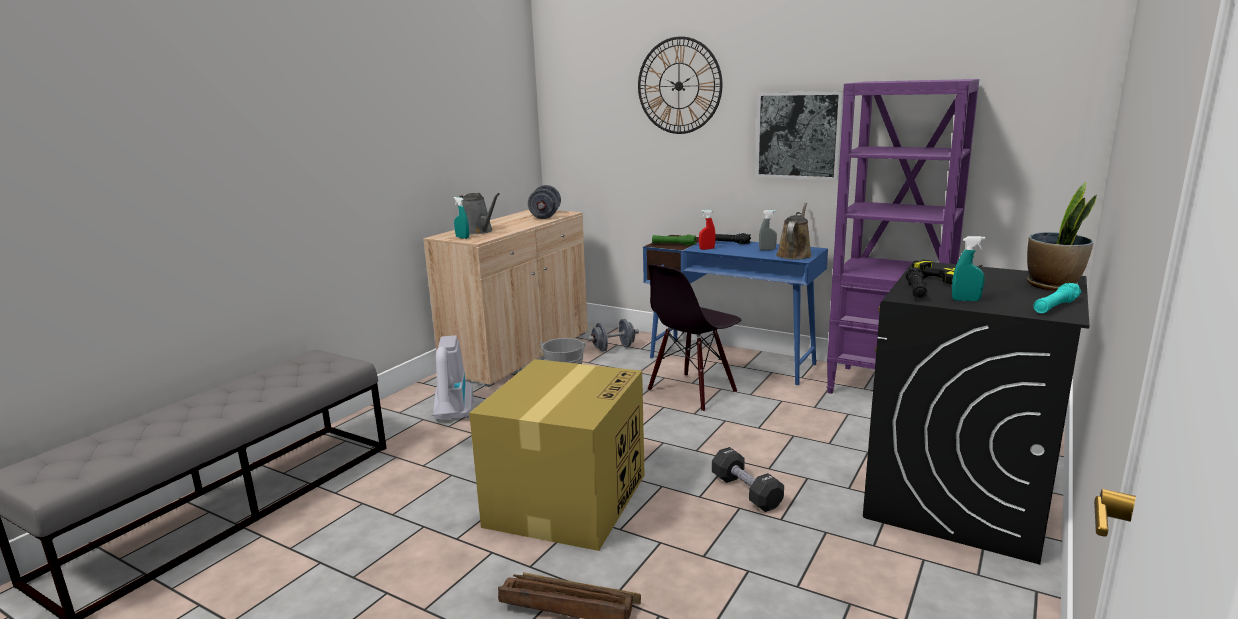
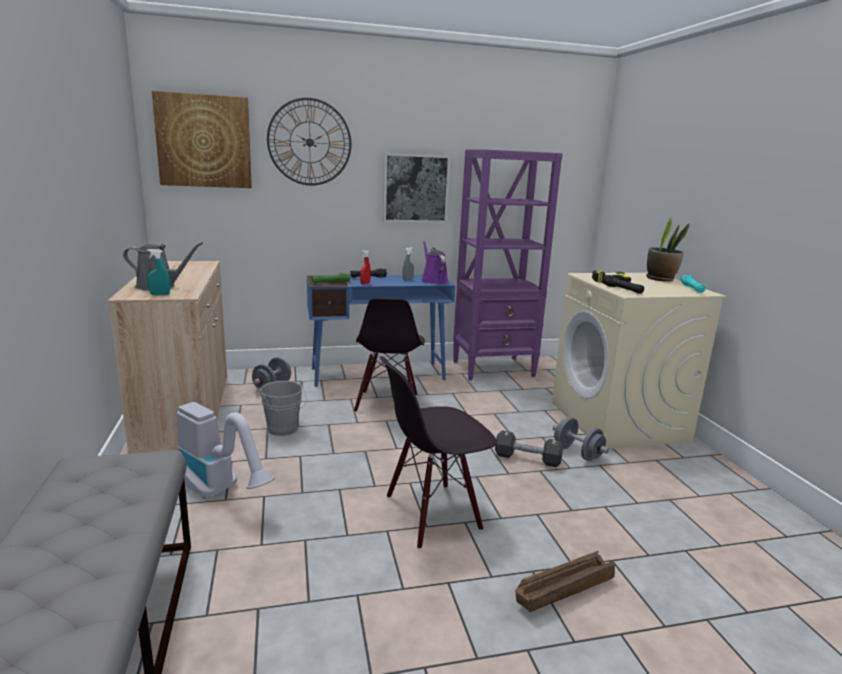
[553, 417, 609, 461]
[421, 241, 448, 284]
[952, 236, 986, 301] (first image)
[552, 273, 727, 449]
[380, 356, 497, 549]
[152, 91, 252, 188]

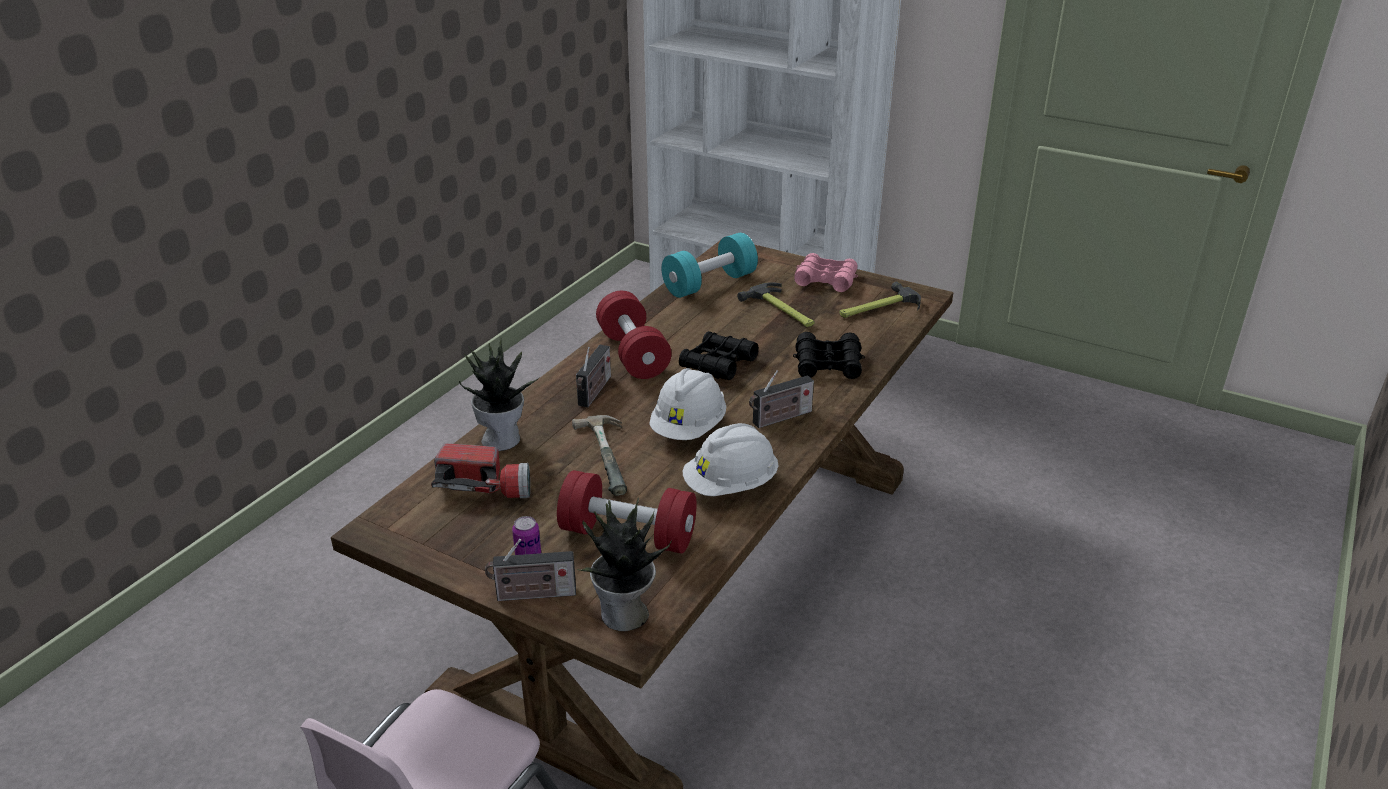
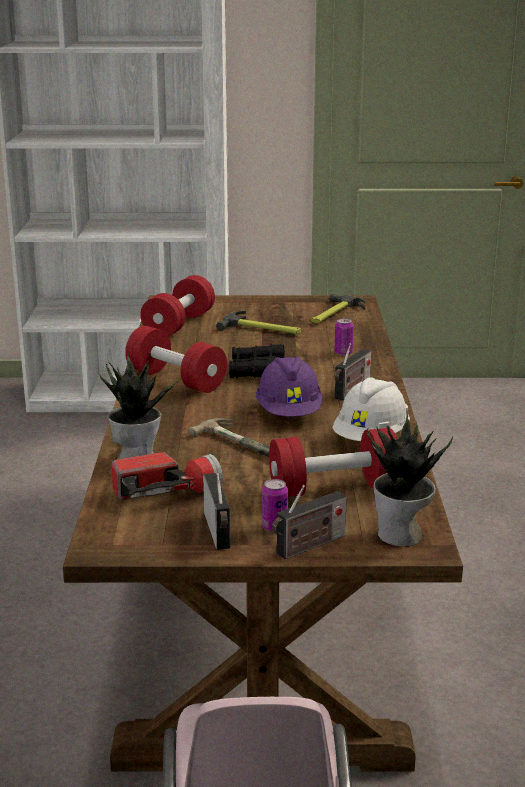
[140, 275, 215, 336]
[794, 253, 858, 292] (first image)
[335, 318, 353, 356]
[203, 473, 231, 550]
[256, 356, 322, 417]

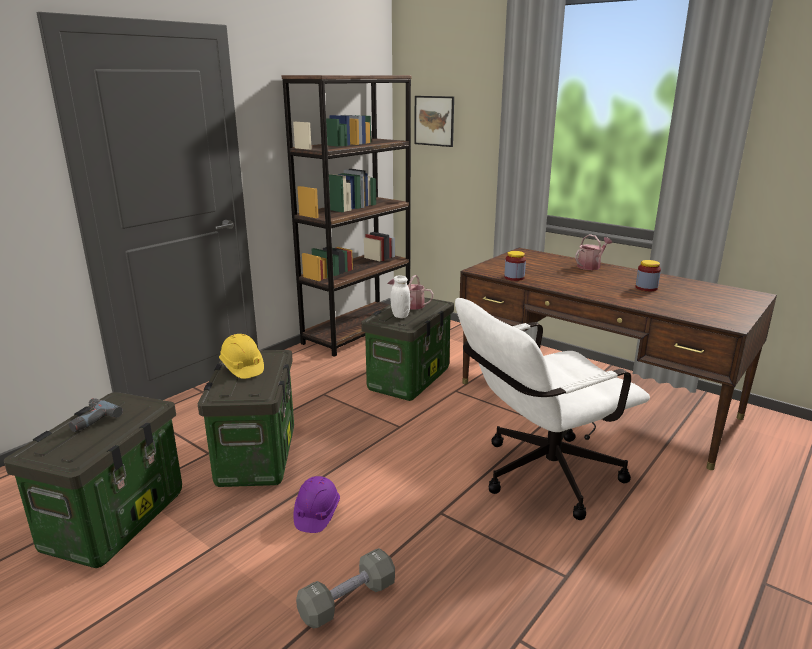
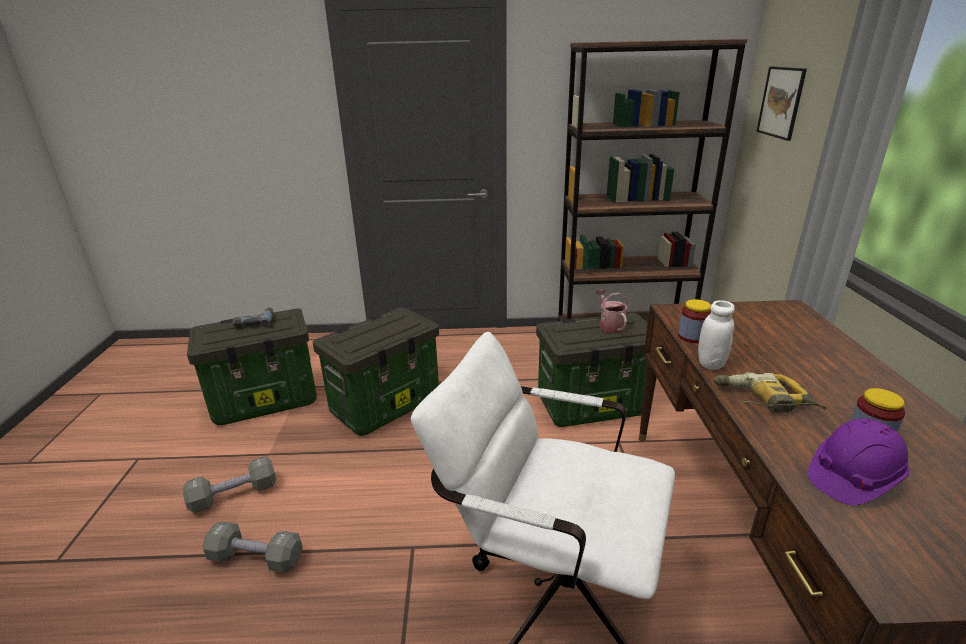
[575, 234, 612, 270] (first image)
[698, 300, 735, 370]
[219, 334, 264, 379] (first image)
[808, 419, 910, 505]
[714, 373, 827, 414]
[183, 456, 276, 513]

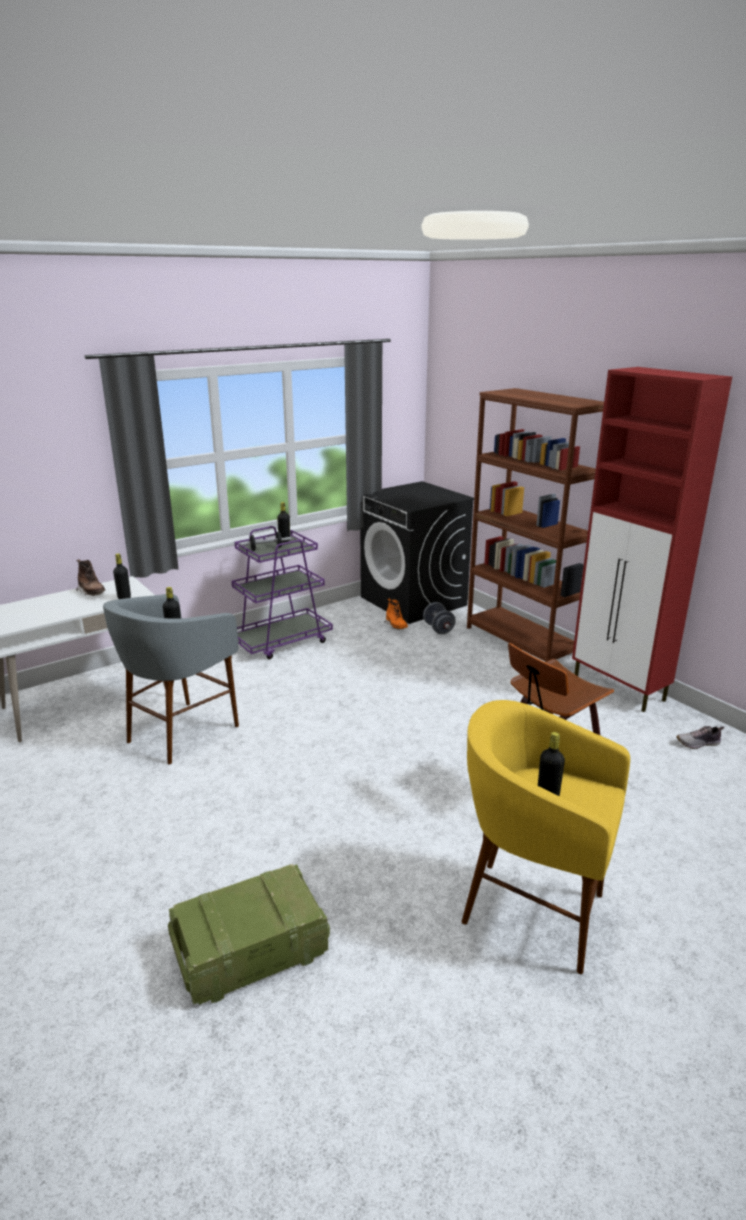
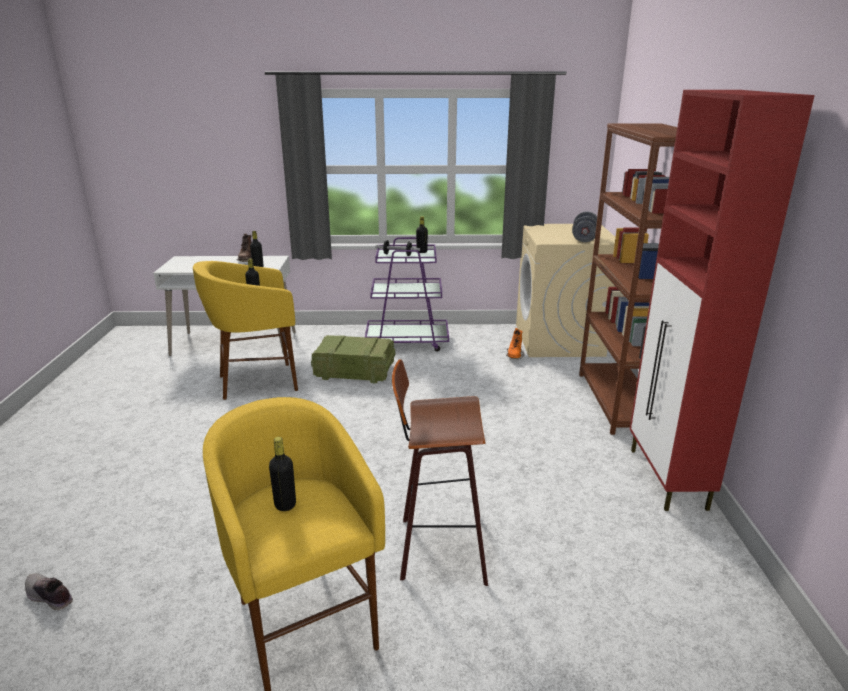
[516, 224, 616, 357]
[193, 261, 298, 400]
[572, 211, 597, 242]
[25, 573, 73, 610]
[311, 335, 395, 383]

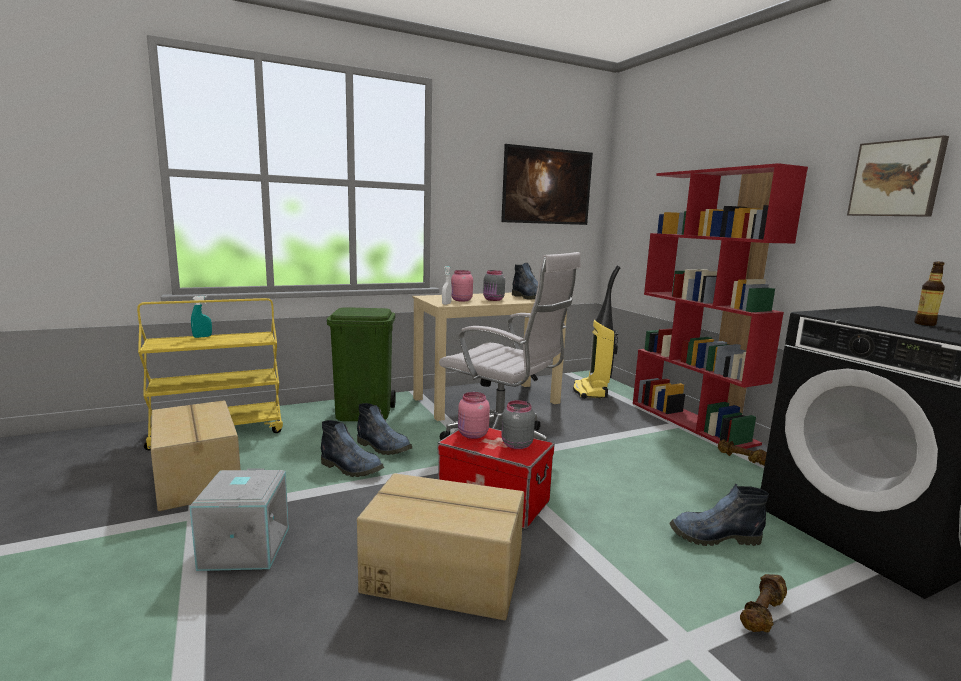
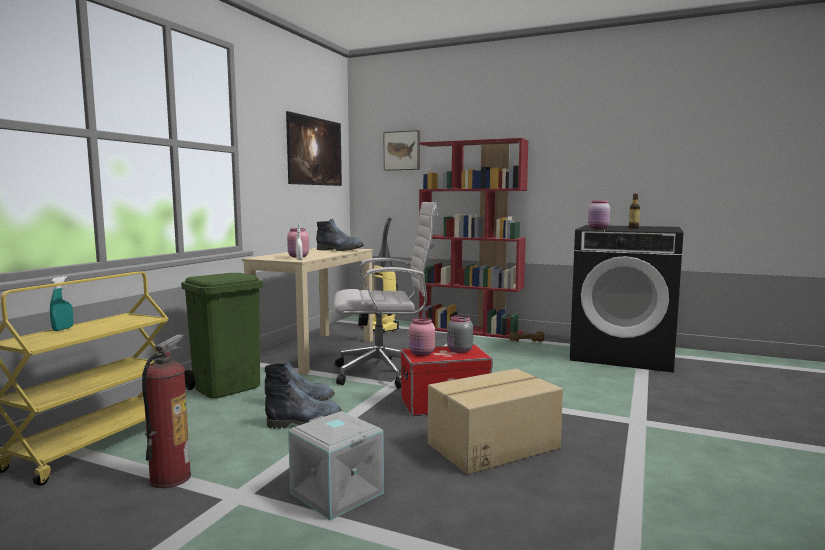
[384, 130, 420, 170]
[483, 270, 505, 301] (first image)
[142, 334, 191, 488]
[670, 484, 769, 546] (first image)
[740, 574, 787, 633] (first image)
[588, 200, 610, 229]

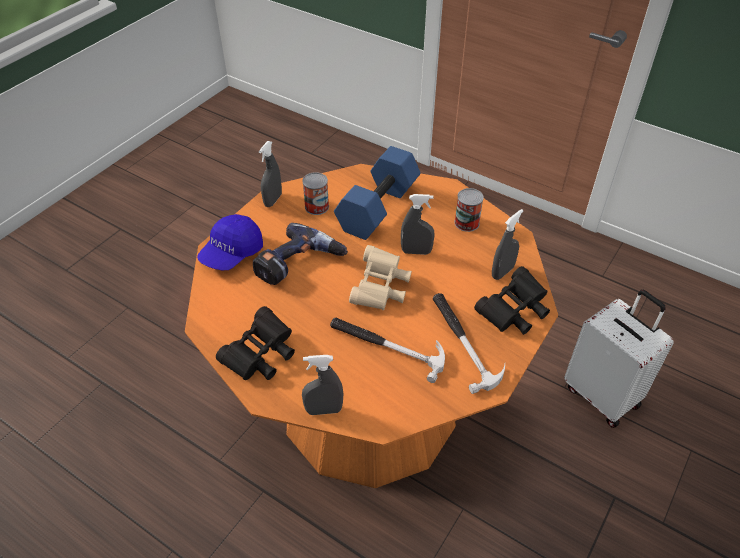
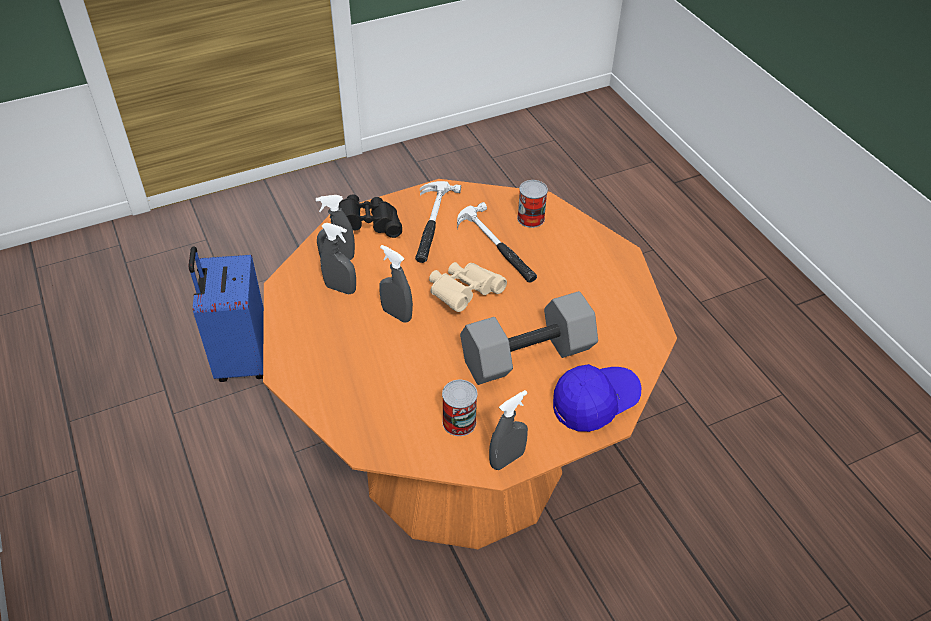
[334, 146, 421, 240] (first image)
[517, 180, 548, 228]
[460, 291, 598, 385]
[189, 246, 264, 382]
[216, 306, 295, 380] (first image)
[320, 223, 356, 294]

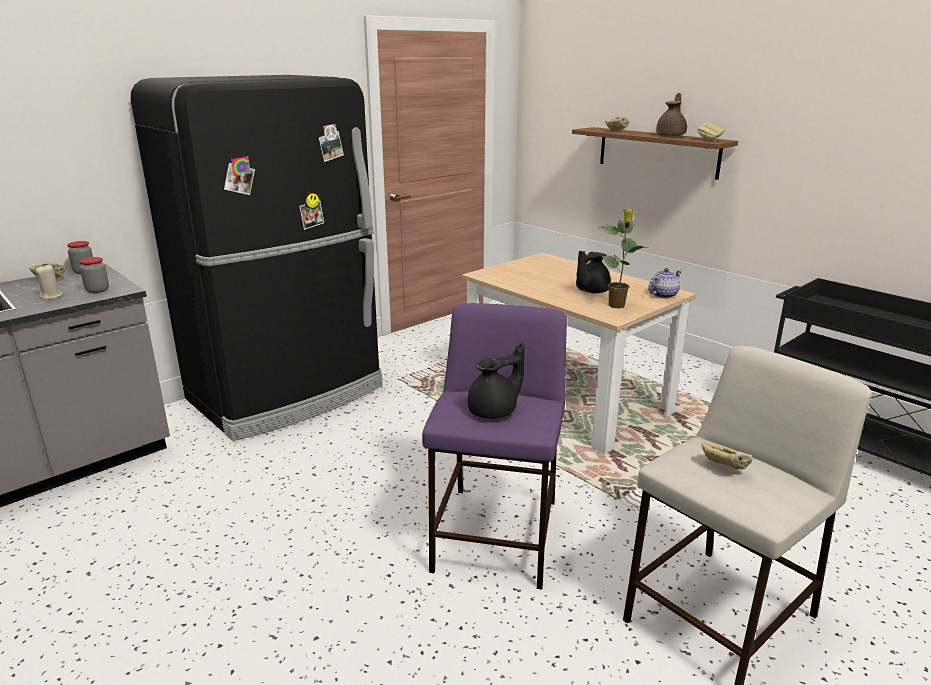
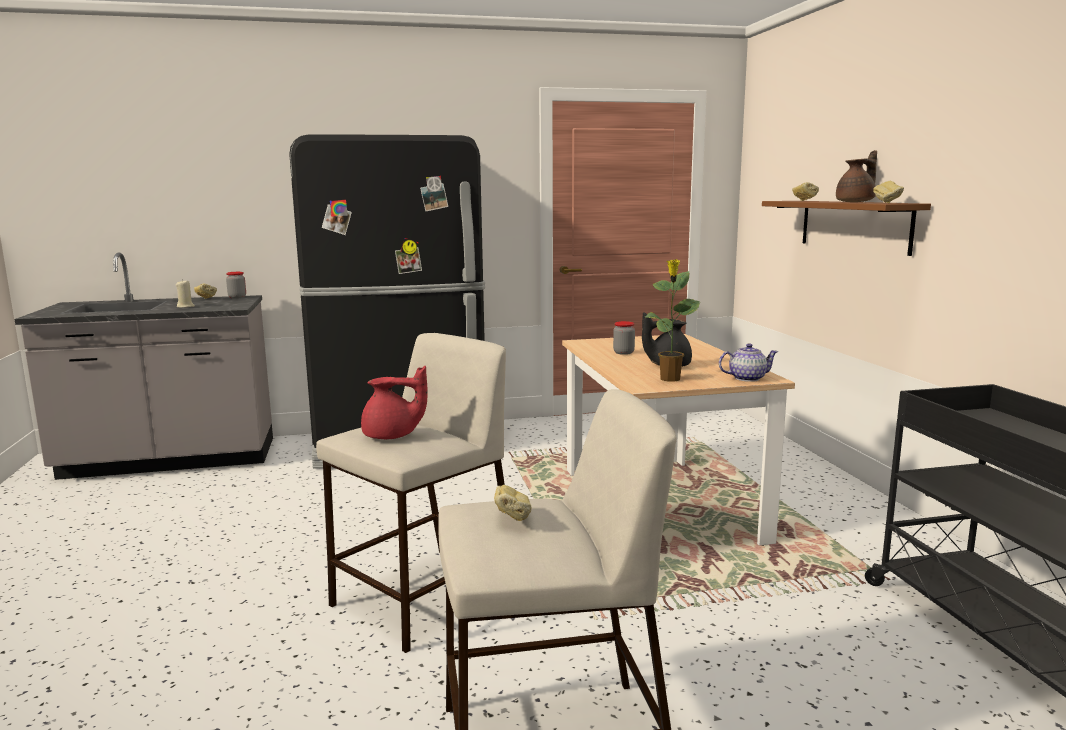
[613, 321, 635, 355]
[316, 333, 506, 653]
[361, 366, 428, 439]

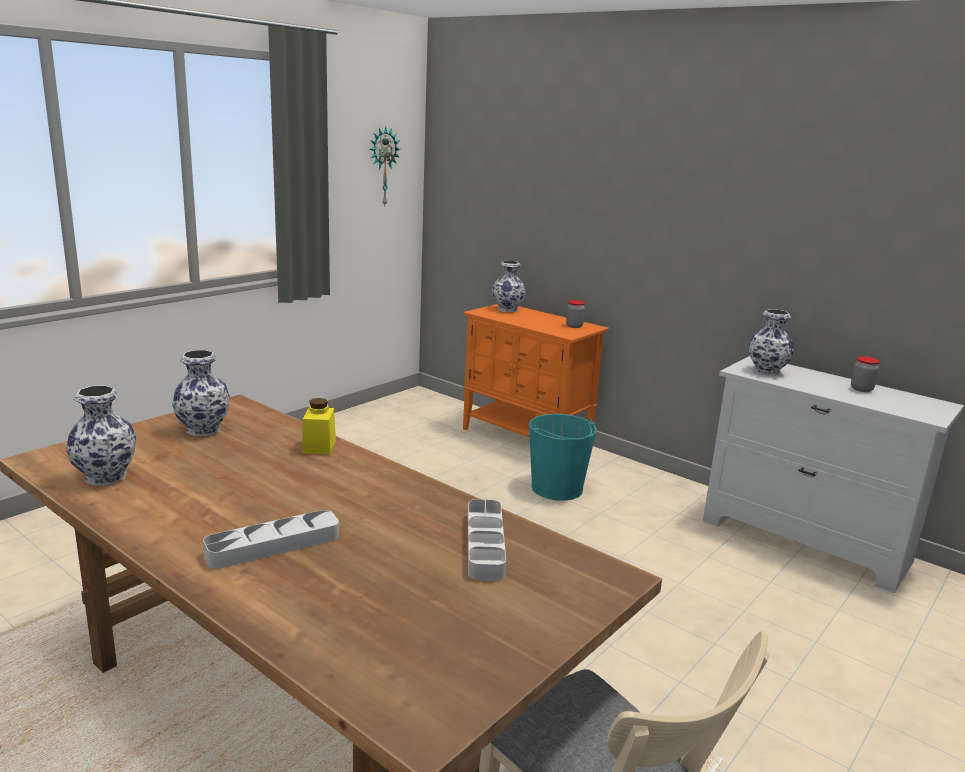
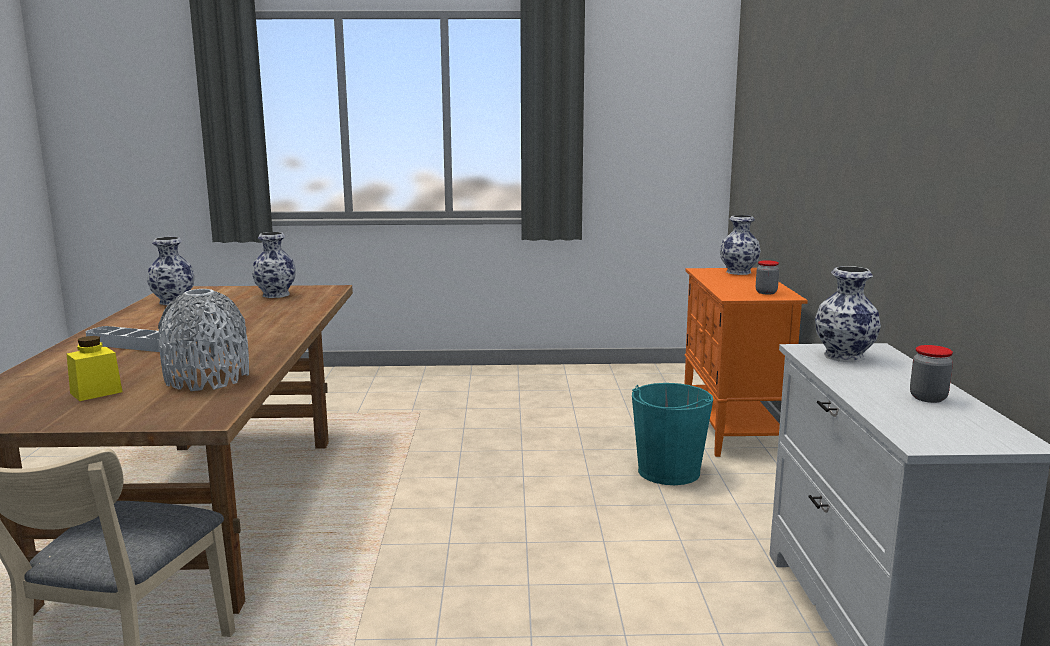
[370, 126, 400, 205] (first image)
[67, 336, 123, 401]
[158, 289, 249, 391]

